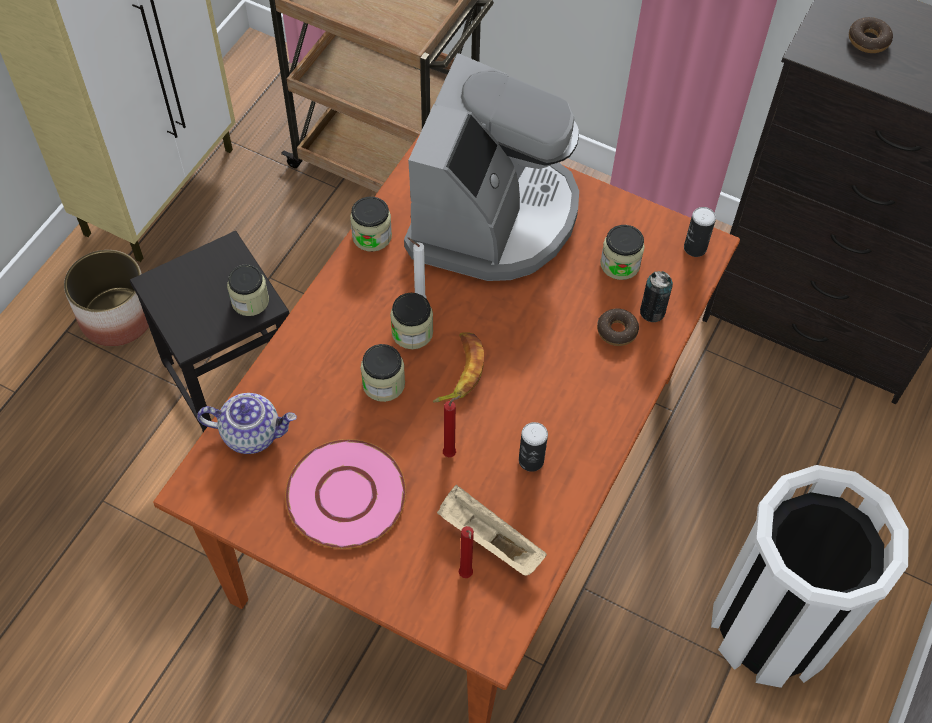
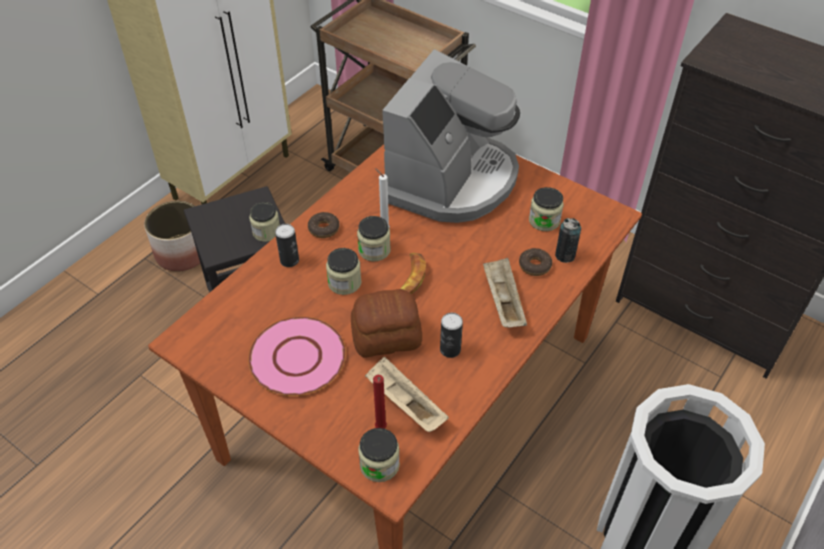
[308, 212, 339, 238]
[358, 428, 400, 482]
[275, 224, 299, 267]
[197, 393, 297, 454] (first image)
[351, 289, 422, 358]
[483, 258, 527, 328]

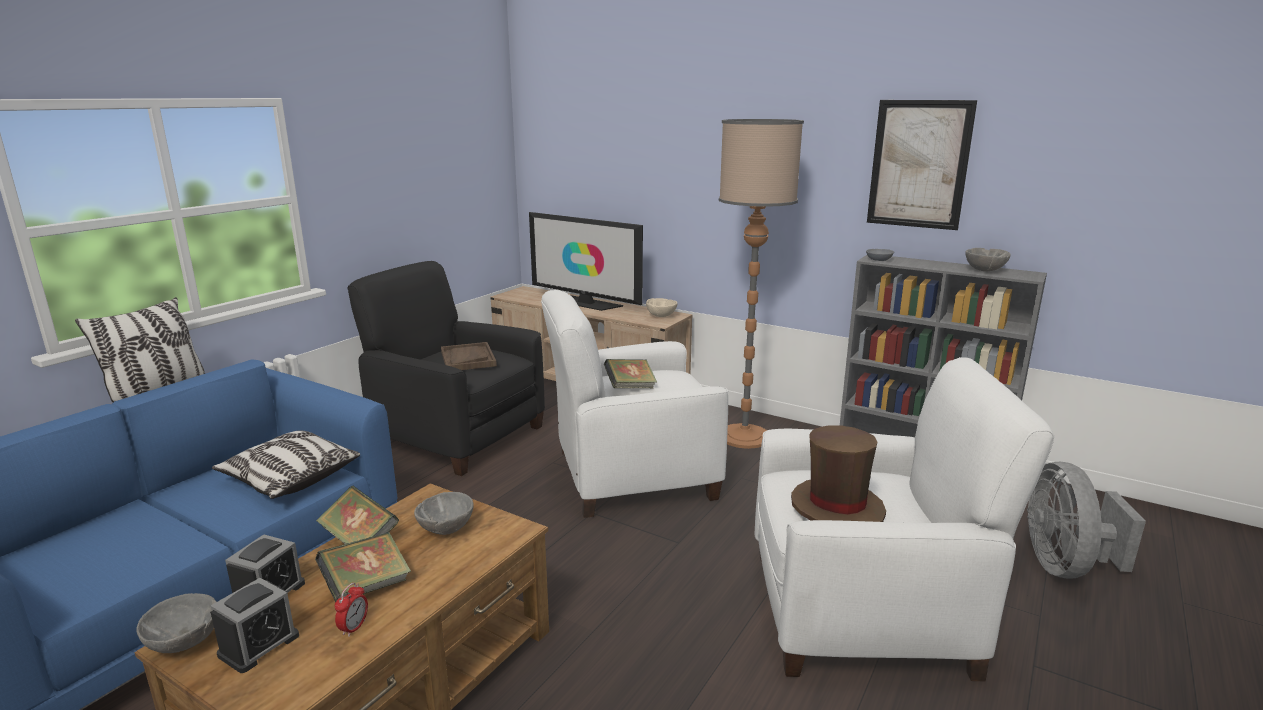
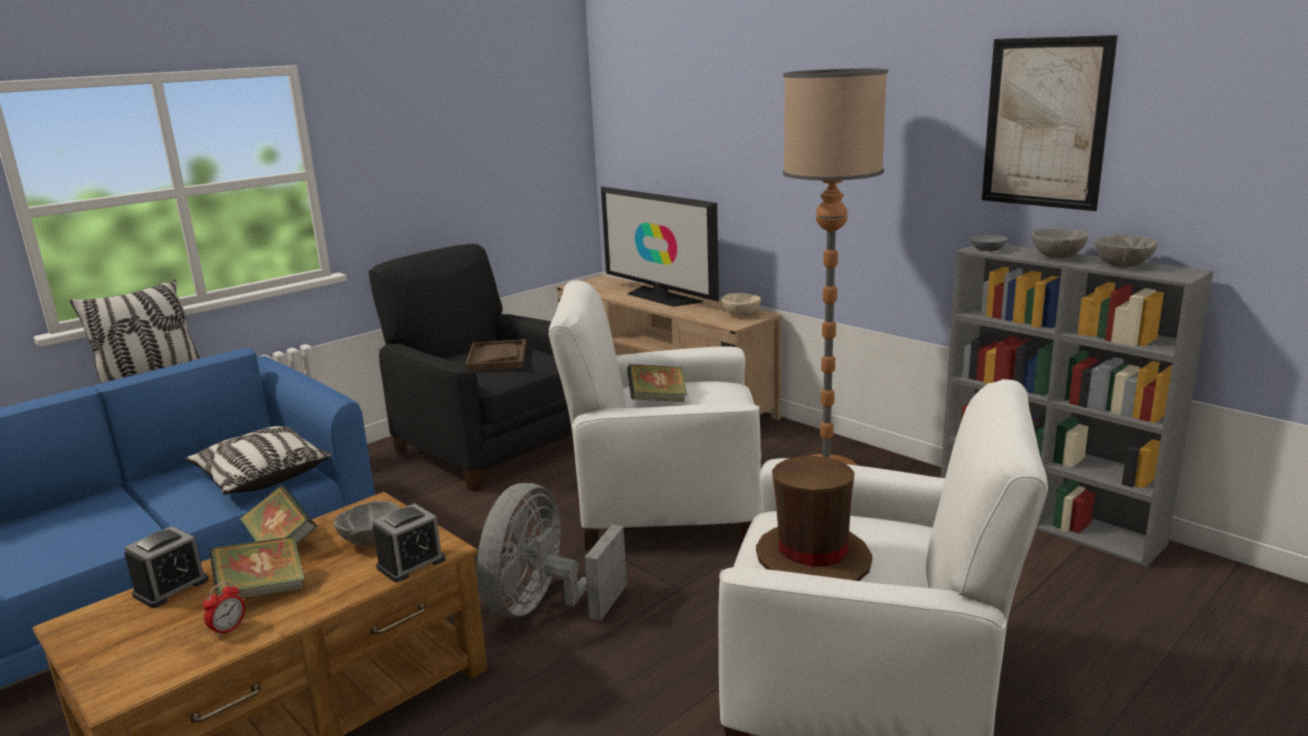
[477, 483, 627, 620]
[373, 503, 446, 582]
[1031, 228, 1088, 258]

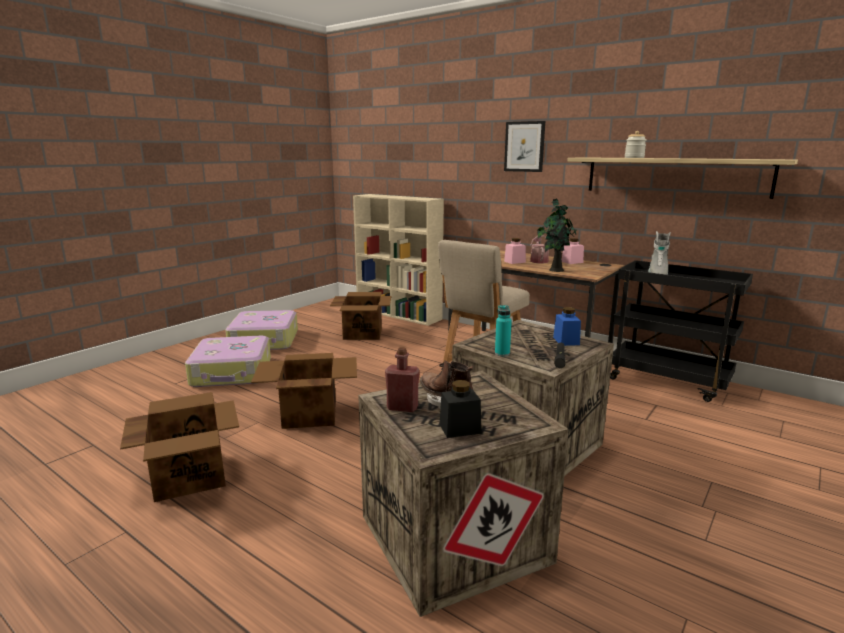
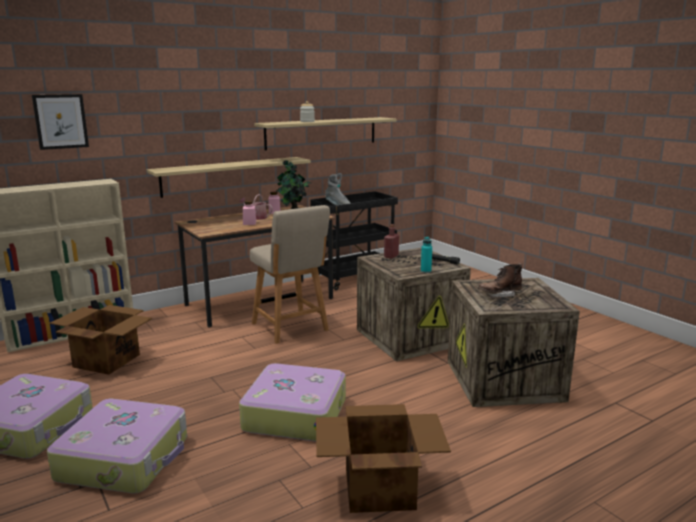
[32, 94, 89, 150]
[553, 307, 581, 346] (first image)
[384, 224, 399, 259]
[239, 363, 346, 442]
[440, 380, 481, 438] (first image)
[147, 157, 311, 198]

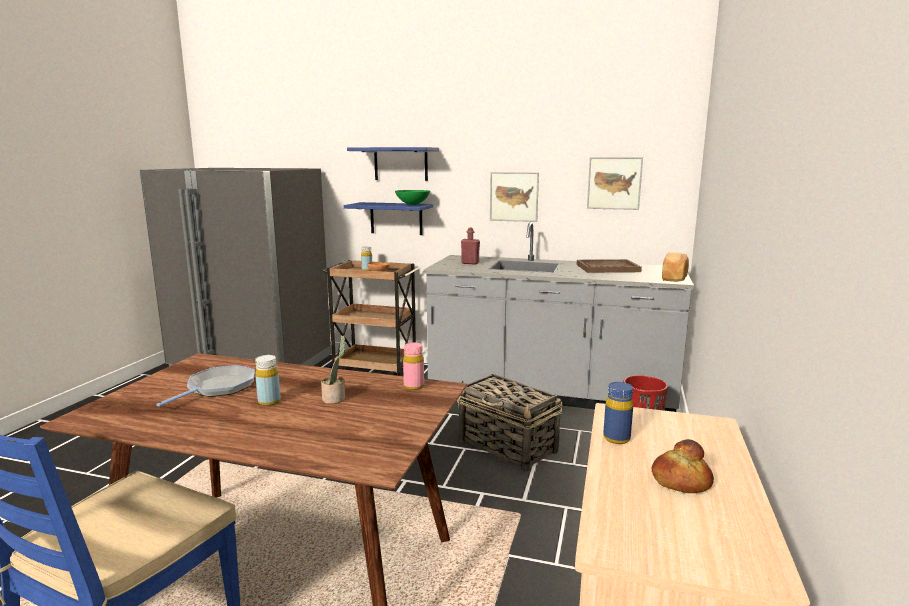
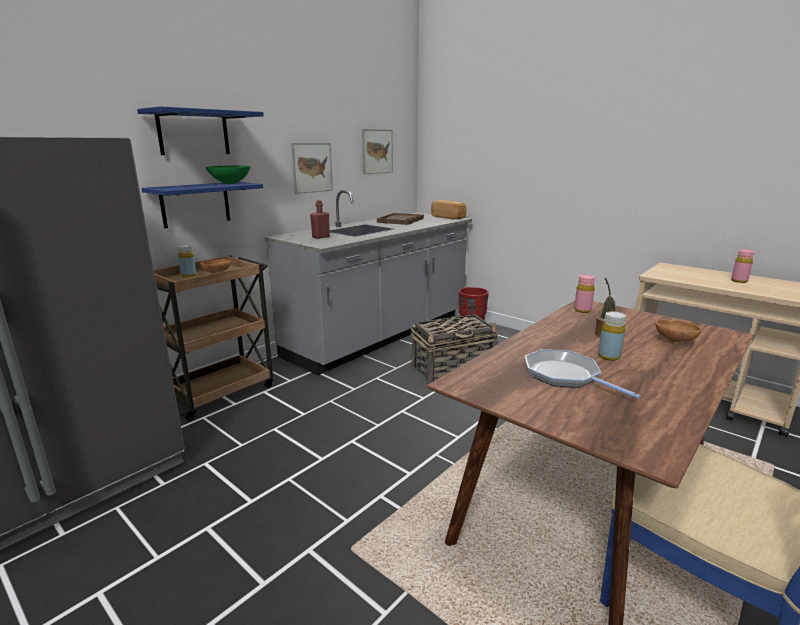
[603, 382, 633, 444] (first image)
[731, 249, 754, 283]
[655, 320, 702, 344]

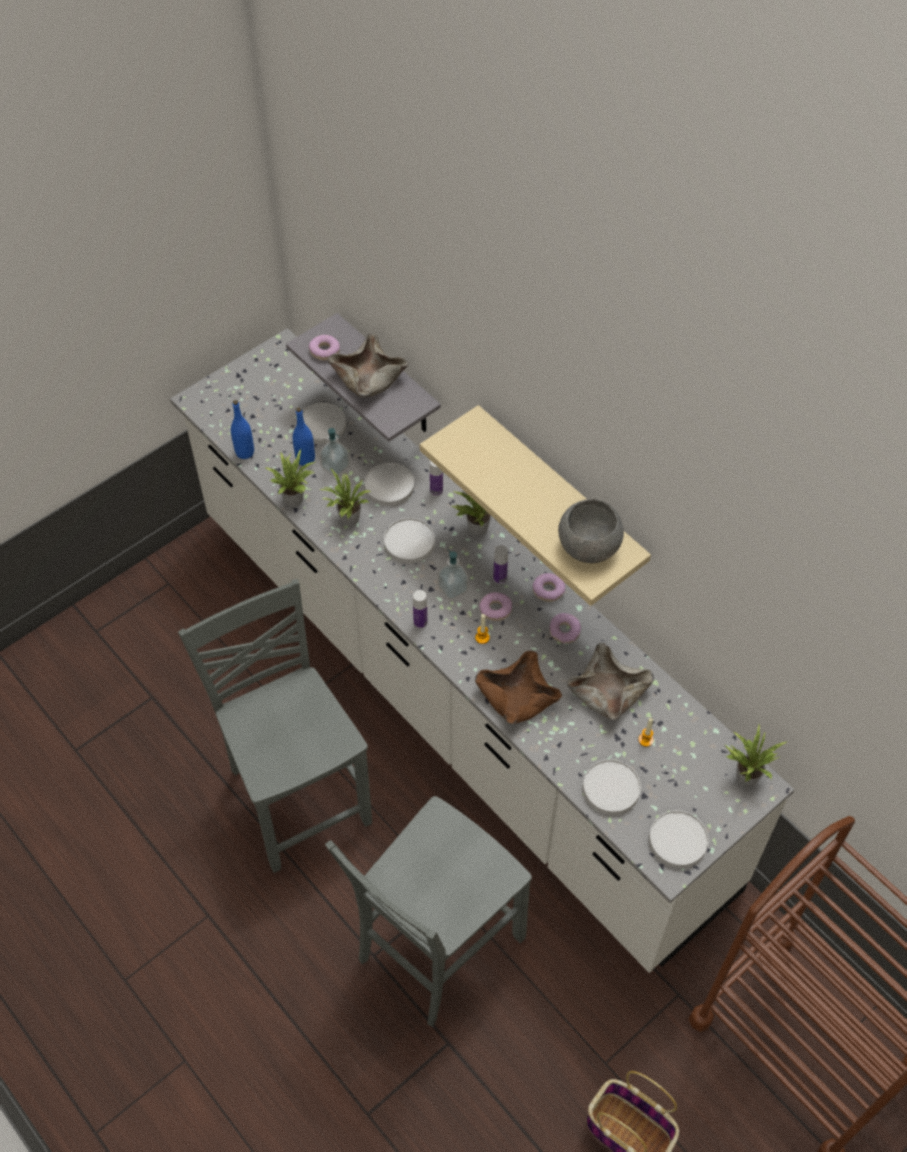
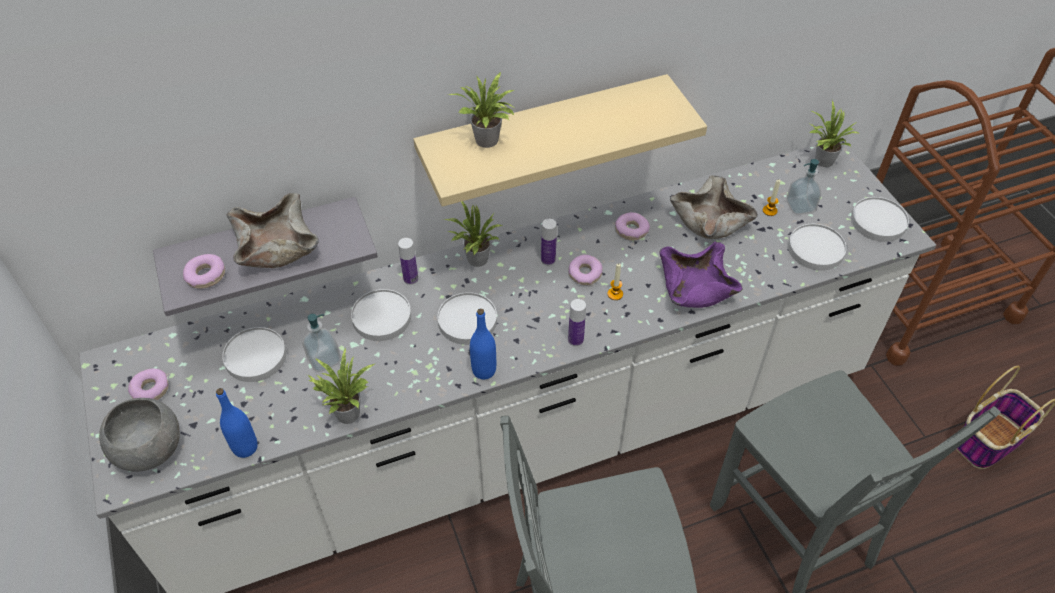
[470, 308, 496, 379]
[449, 72, 516, 148]
[99, 398, 180, 472]
[786, 159, 821, 215]
[128, 369, 169, 400]
[659, 242, 743, 308]

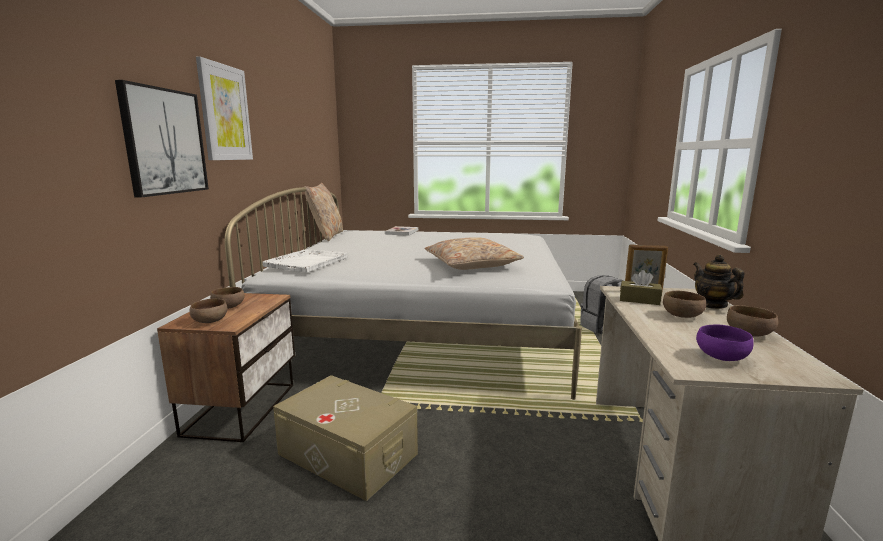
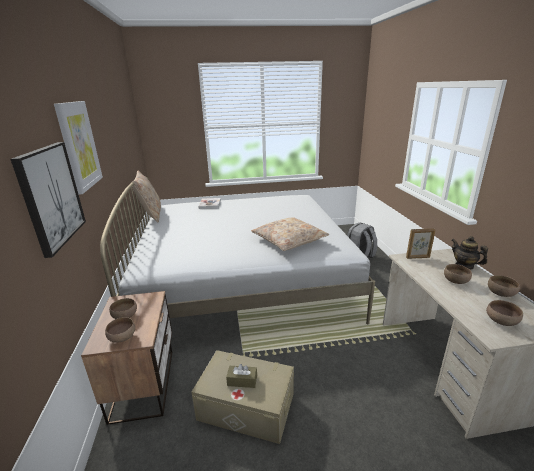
[262, 249, 347, 272] (first image)
[226, 364, 257, 388]
[486, 300, 523, 326]

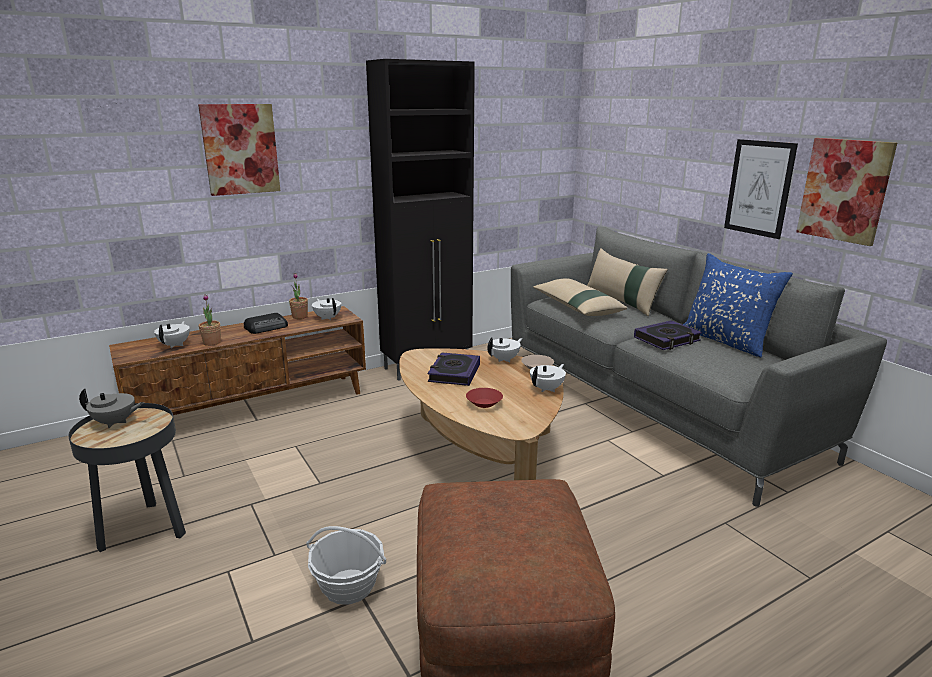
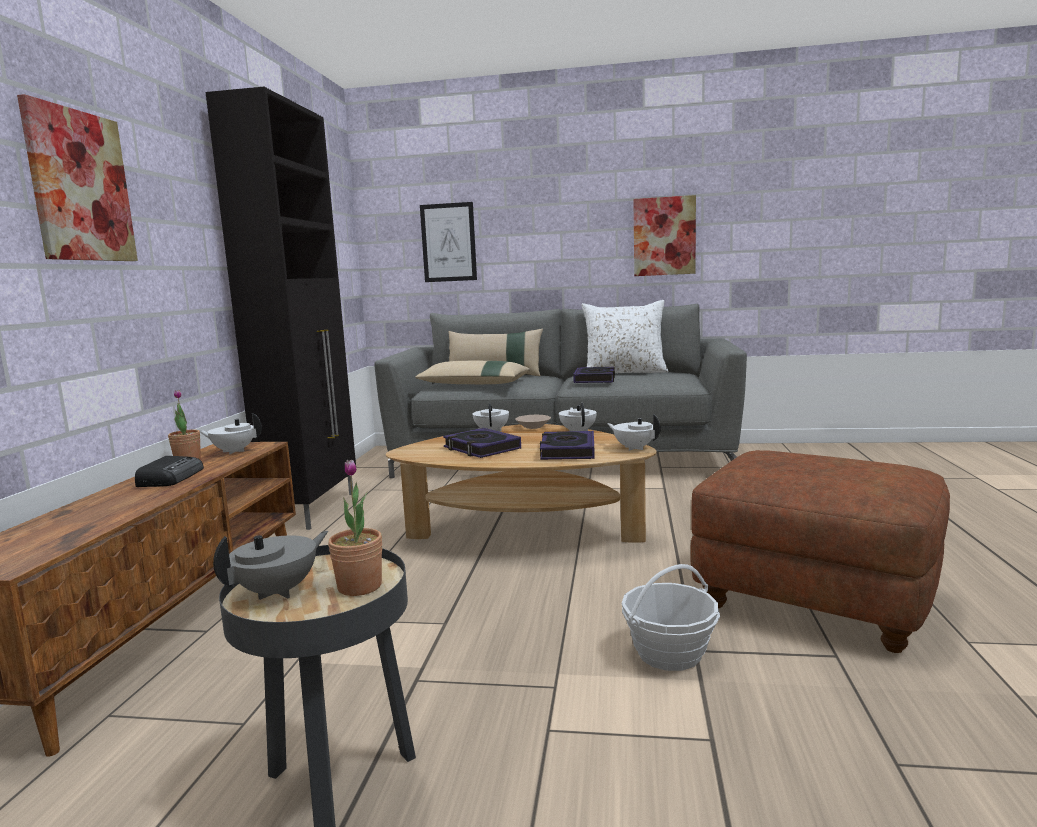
[420, 202, 477, 282]
[581, 300, 668, 373]
[328, 460, 382, 596]
[607, 414, 661, 451]
[540, 431, 595, 460]

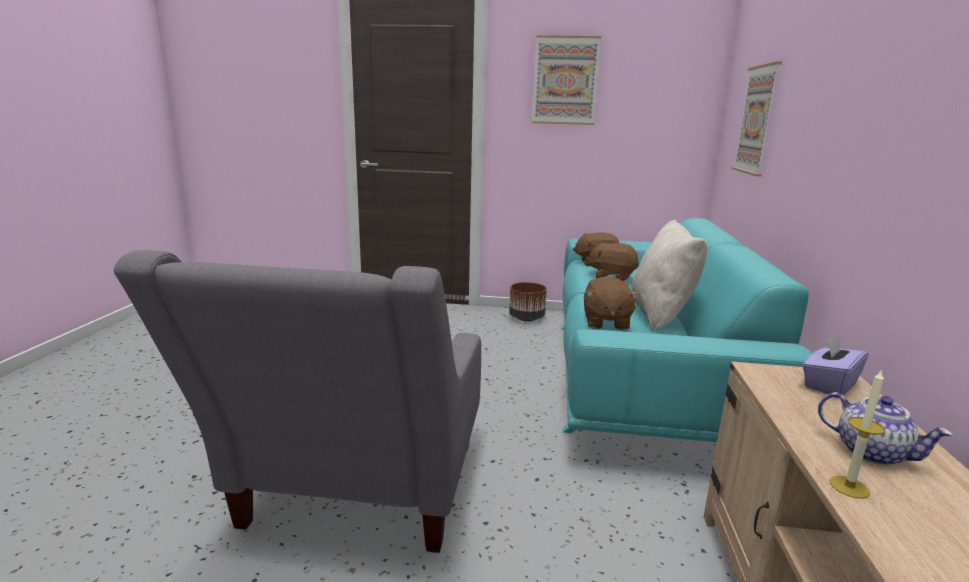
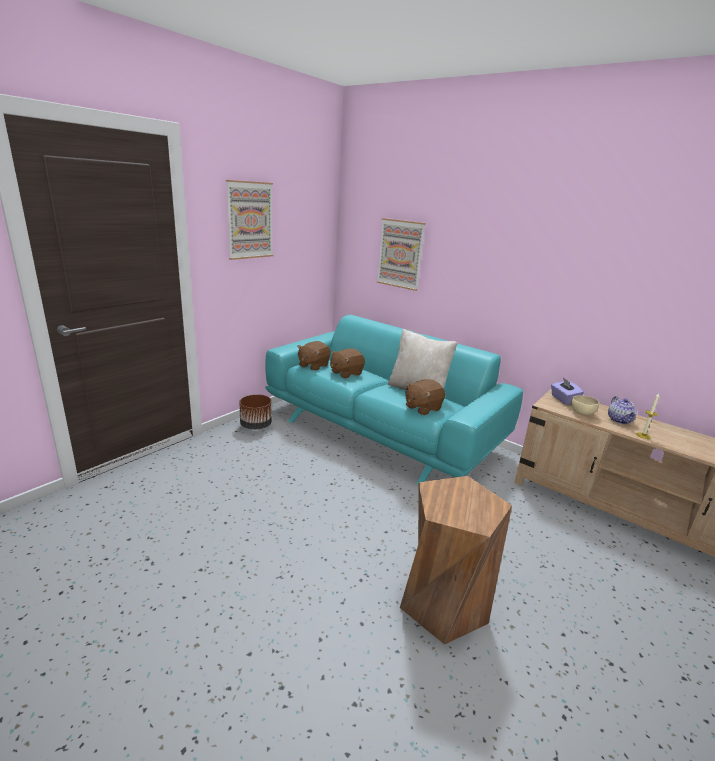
[400, 476, 512, 644]
[405, 379, 445, 415]
[608, 396, 637, 424]
[571, 395, 599, 415]

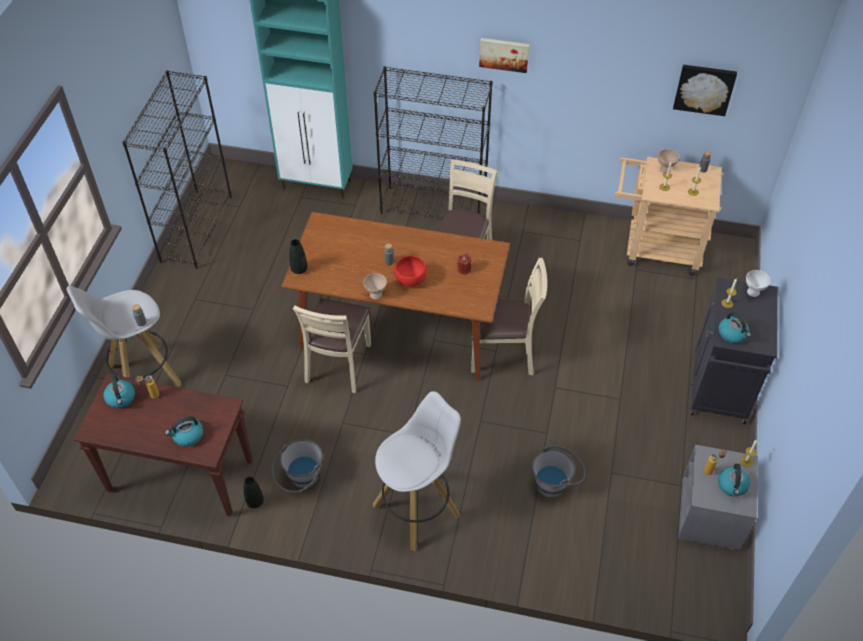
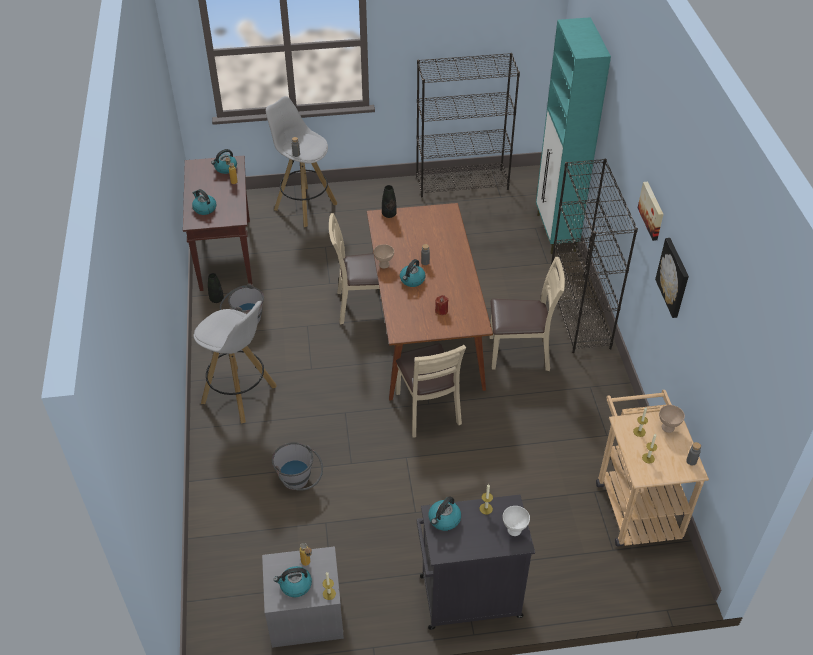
[655, 238, 689, 318]
[400, 259, 426, 287]

